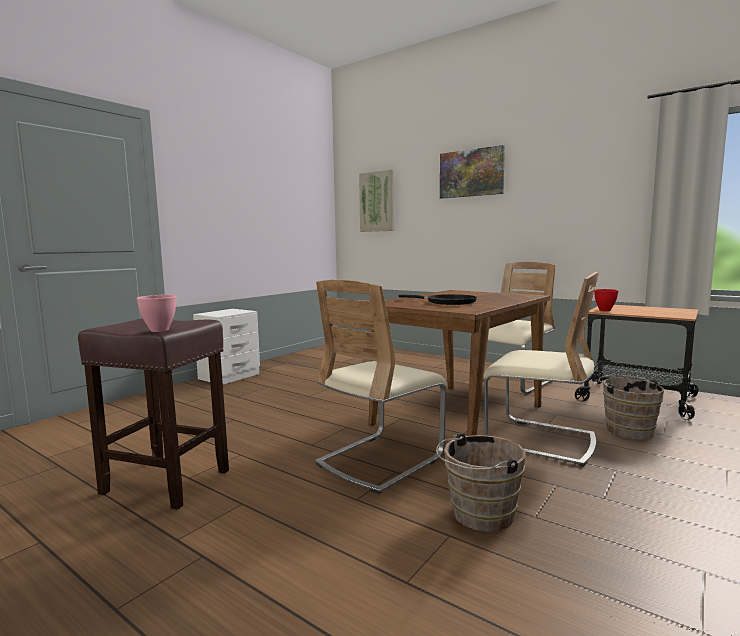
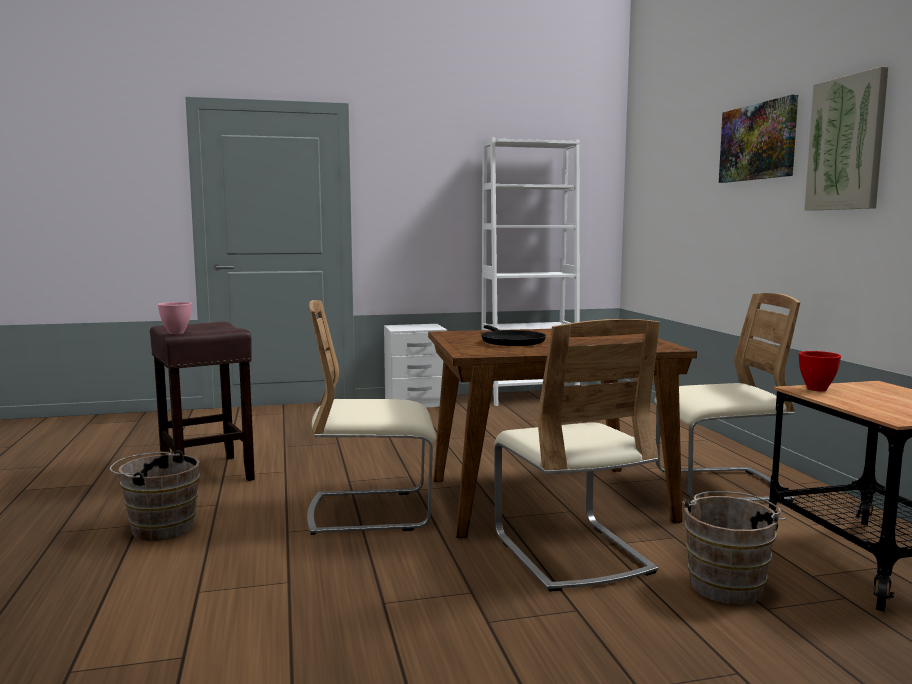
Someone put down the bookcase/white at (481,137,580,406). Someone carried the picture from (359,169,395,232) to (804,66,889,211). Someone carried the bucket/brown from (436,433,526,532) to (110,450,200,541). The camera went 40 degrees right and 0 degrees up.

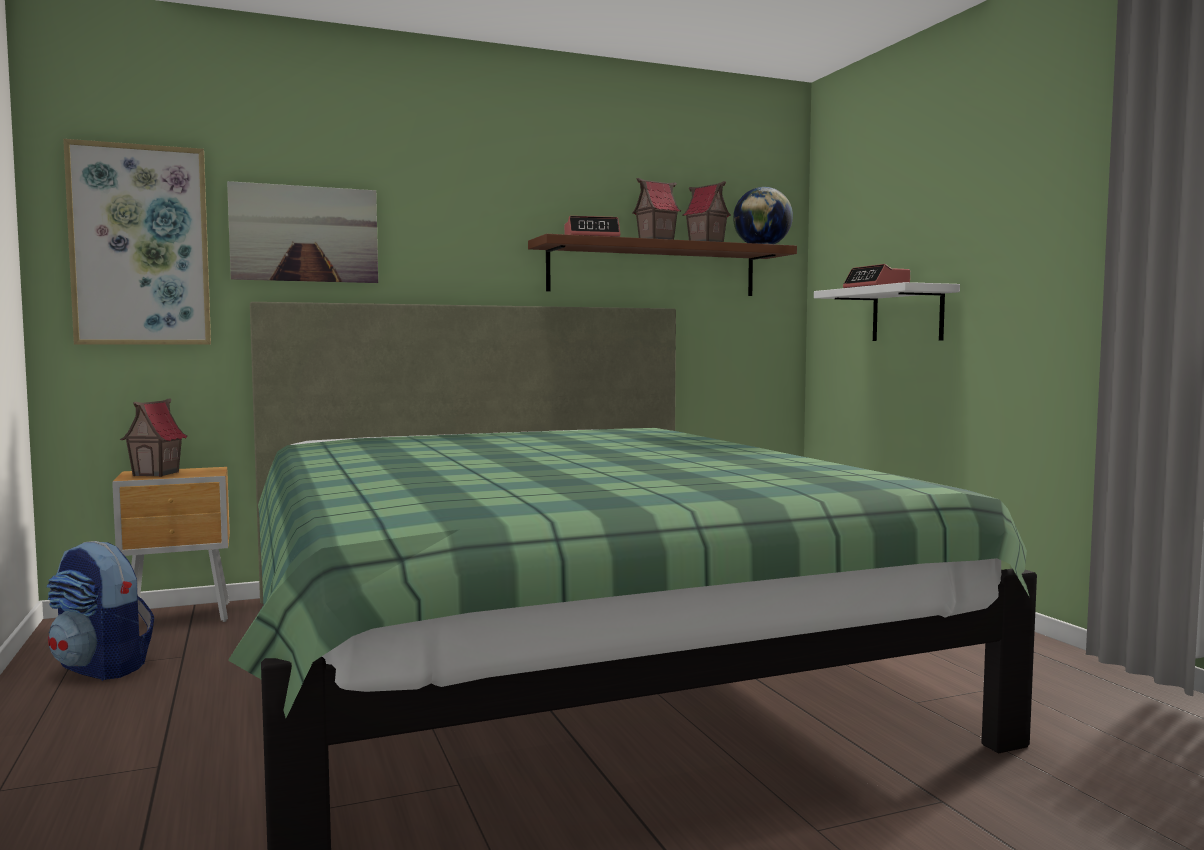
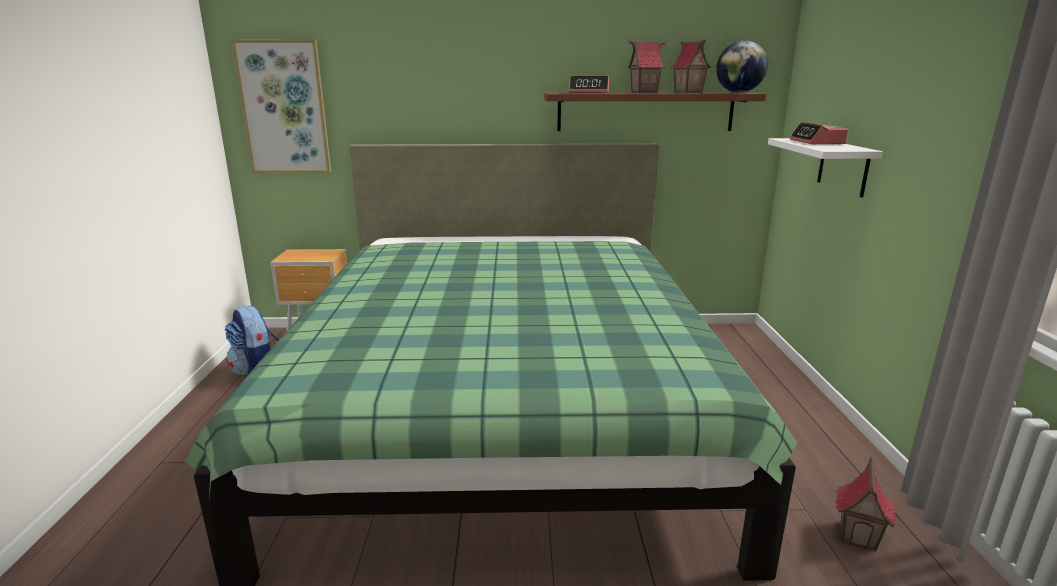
Someone took away the picture at (227,181,378,283). Someone carried the toy house from (120,399,188,477) to (835,457,896,551). The camera went 20 degrees right and 15 degrees up.

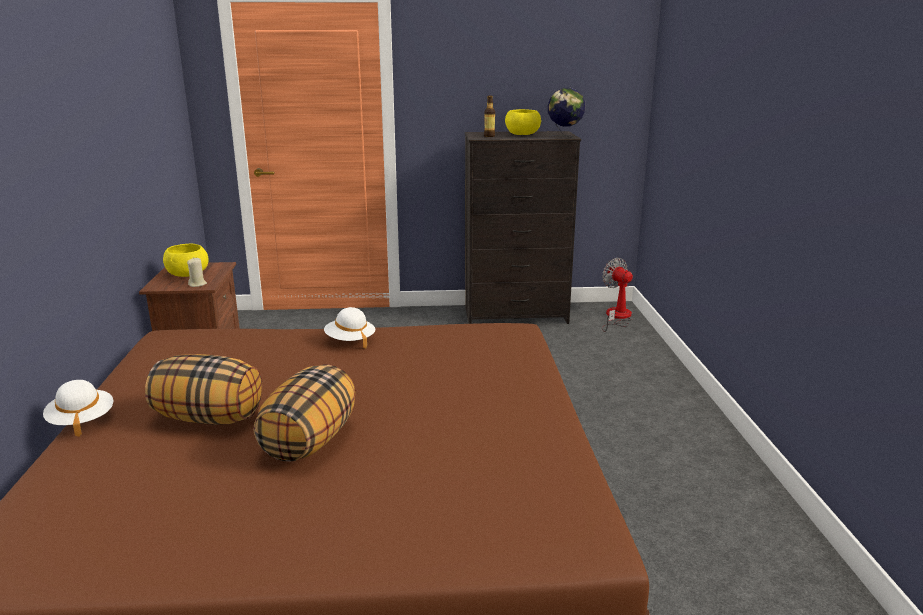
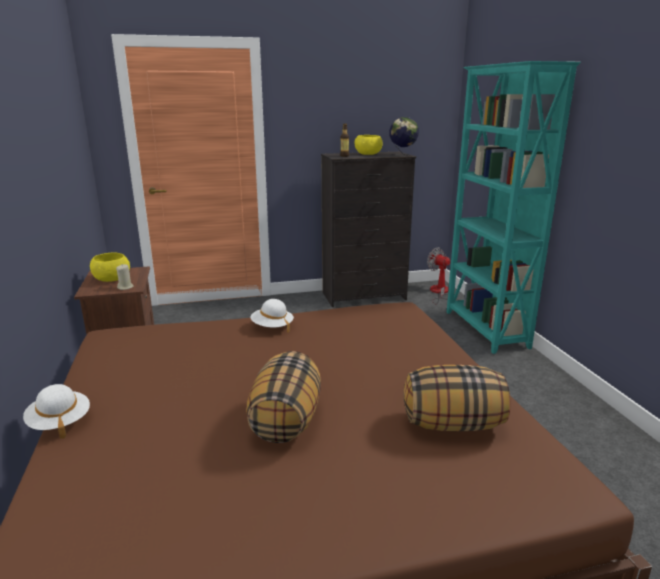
Someone put down the bookcase/turquoise at (446,61,581,354). Someone carried the pillow from (145,354,262,425) to (404,365,511,431). The camera went 10 degrees left and 0 degrees up.

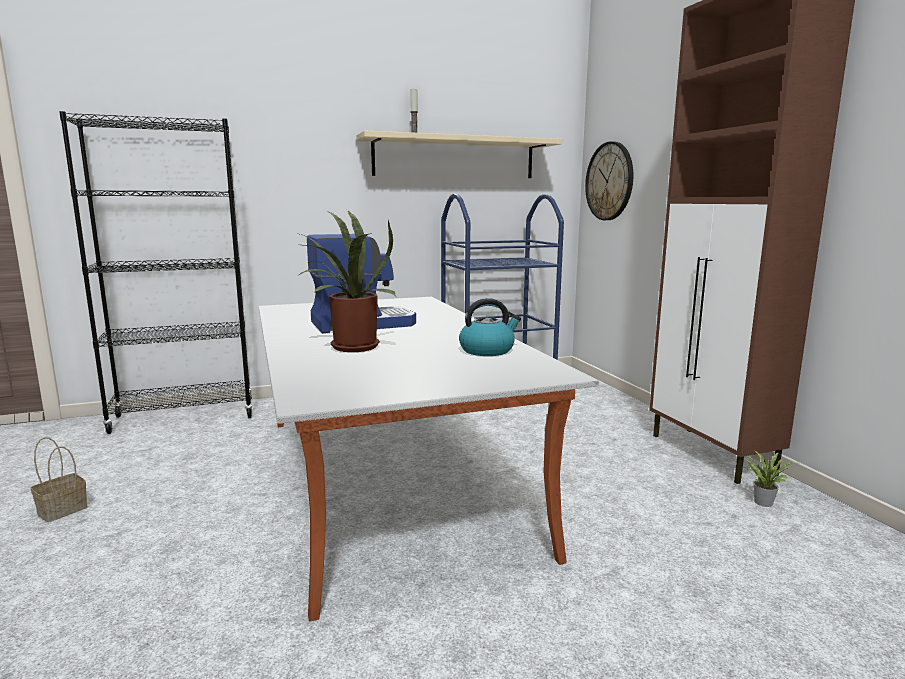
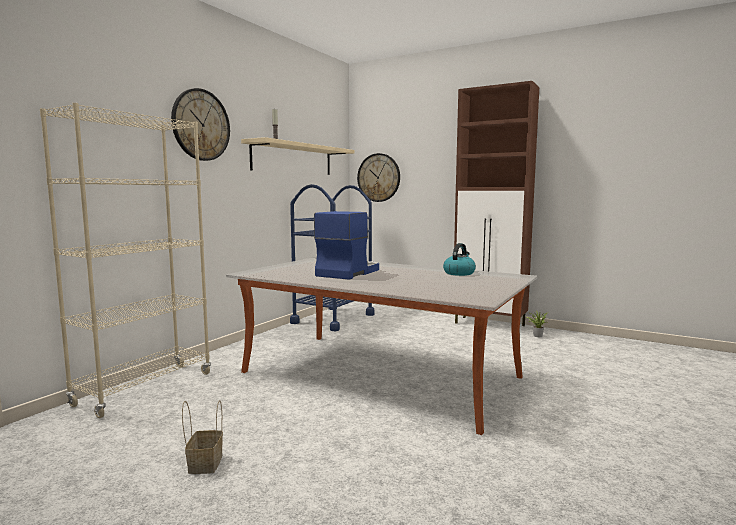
Someone took away the potted plant at (297,210,396,352). Someone put up the wall clock at (171,88,230,161). Someone repainted the bookcase/black at (59,111,253,434), which became the bookcase/beige at (40,103,211,418). The camera went 40 degrees left and 5 degrees down.

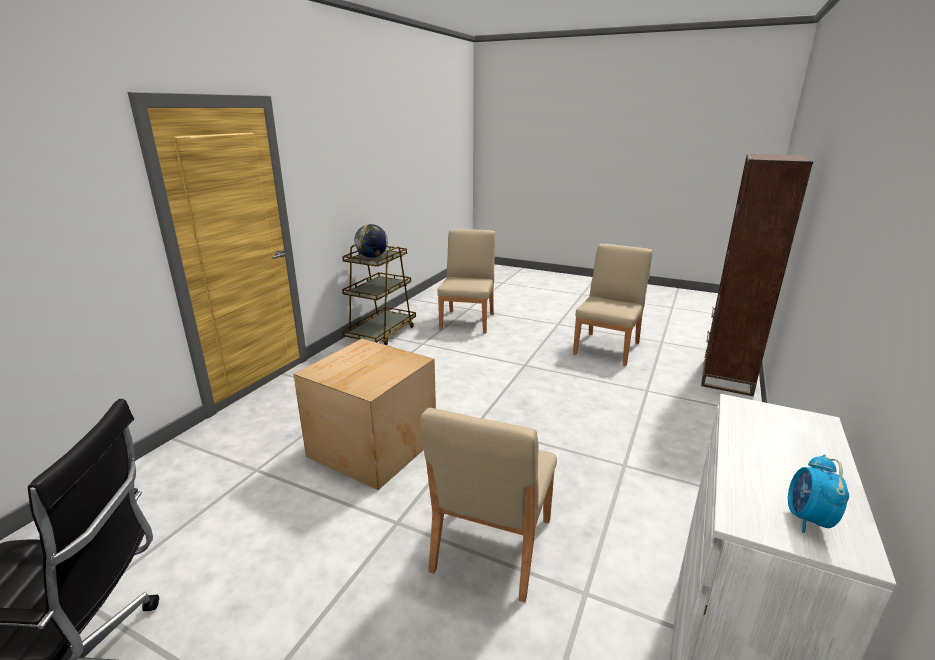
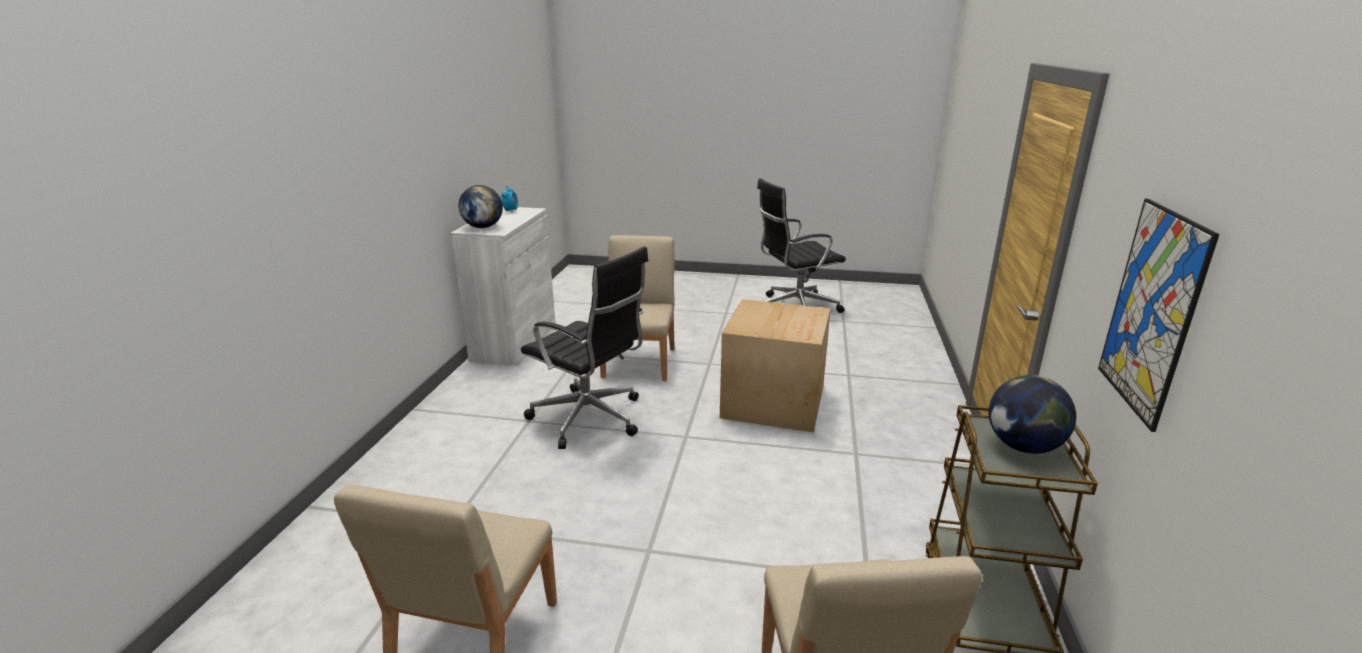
Someone took away the bookcase/brown at (701,153,813,396). Someone put down the globe at (458,185,503,228). Someone put down the office chair/black at (521,246,649,449). Someone put up the picture at (1098,199,1219,432). The camera went 165 degrees right and 0 degrees up.

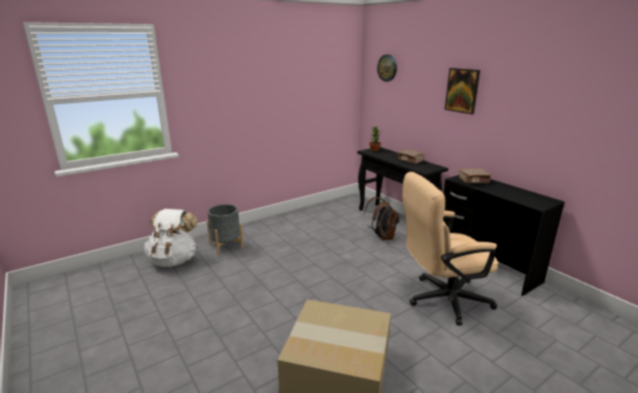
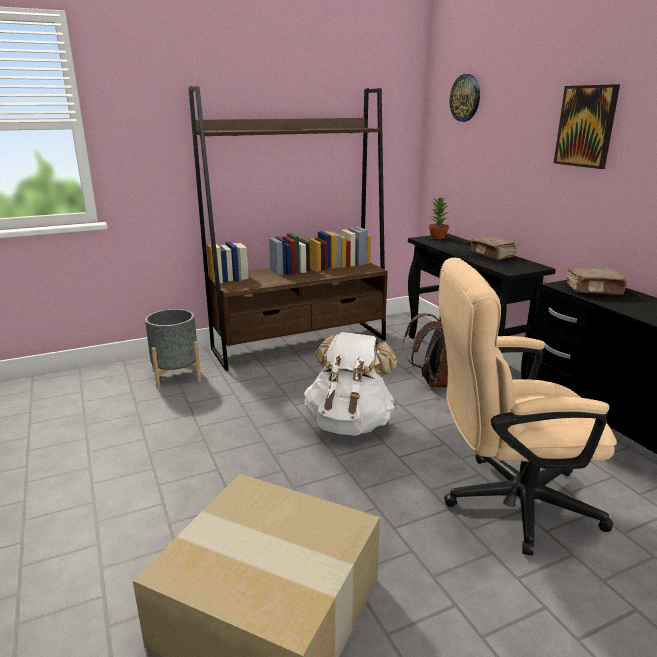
Someone put down the bookcase/brown at (188,86,388,371). Someone carried the backpack/white from (144,209,198,267) to (304,332,397,436). The camera went 10 degrees right and 0 degrees up.

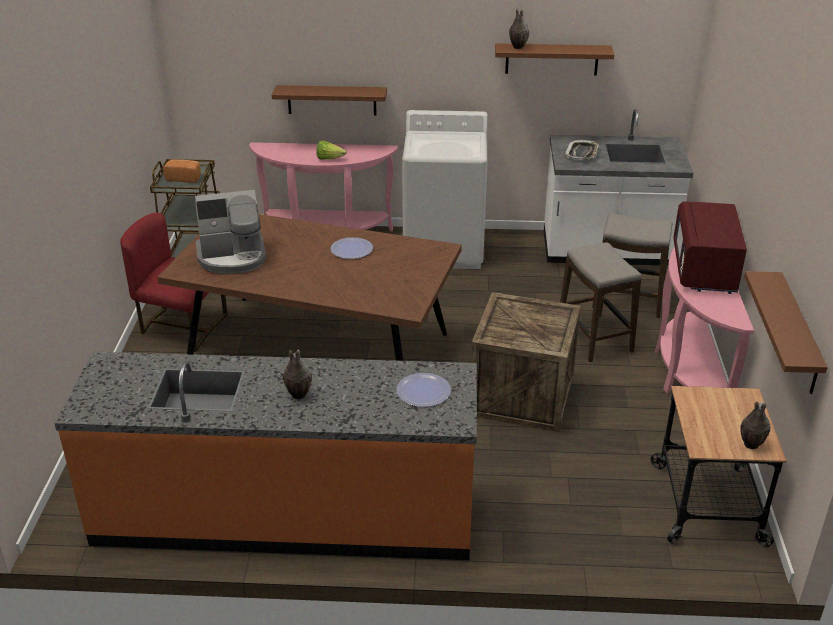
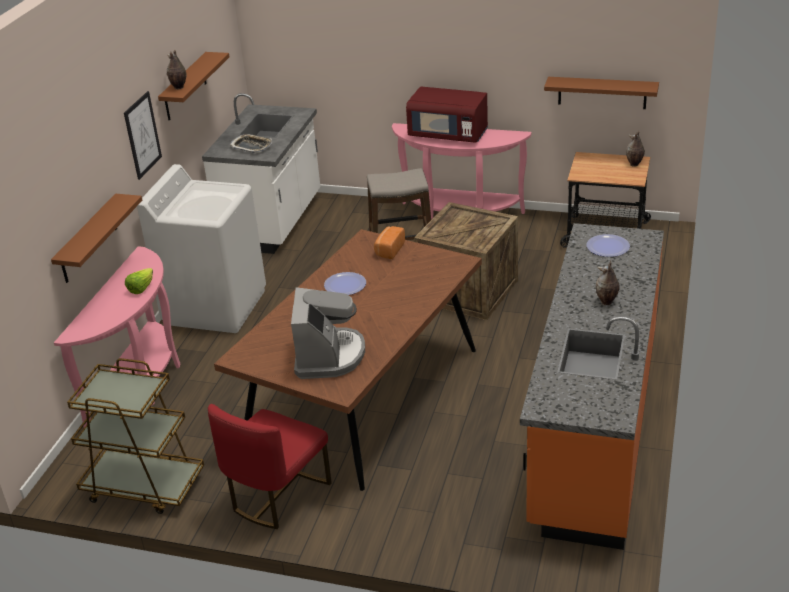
Someone took away the stool at (592,213,672,318). Someone put up the picture at (124,91,162,180). Someone carried the bread from (163,160,201,183) to (374,226,405,259). The camera went 75 degrees left and 0 degrees up.

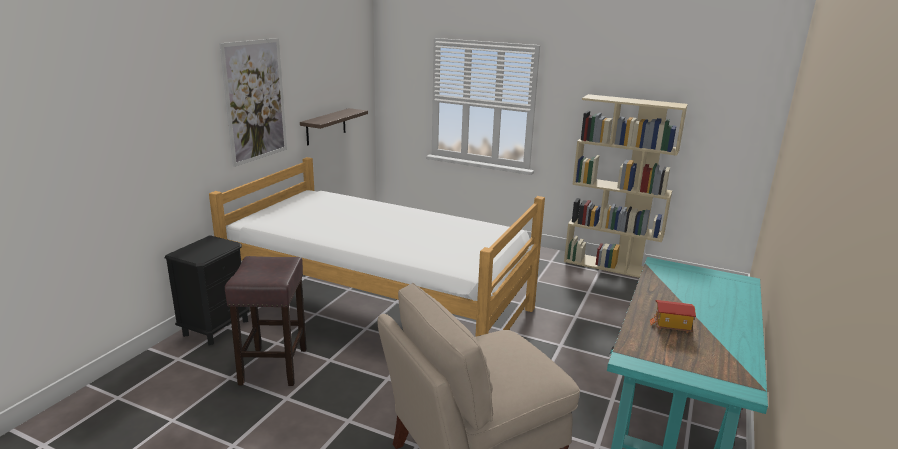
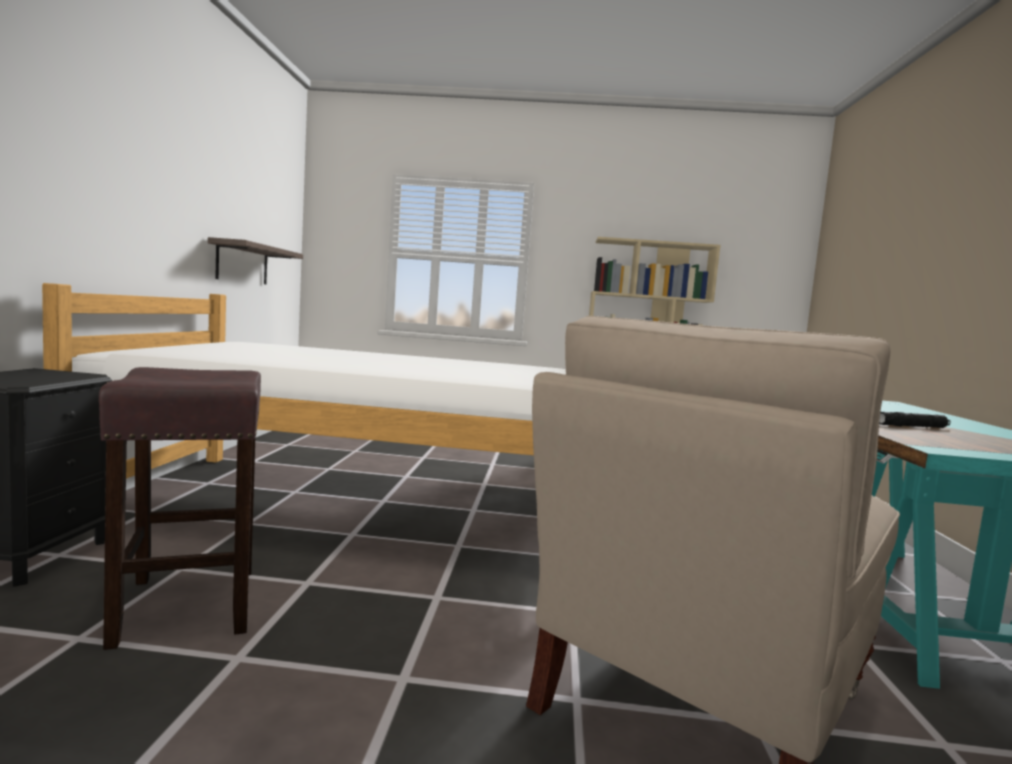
Someone took away the picture at (219,38,287,167). Someone swapped the toy house at (649,300,696,333) for the flashlight/black at (879,412,951,428). The camera went 20 degrees left and 15 degrees down.

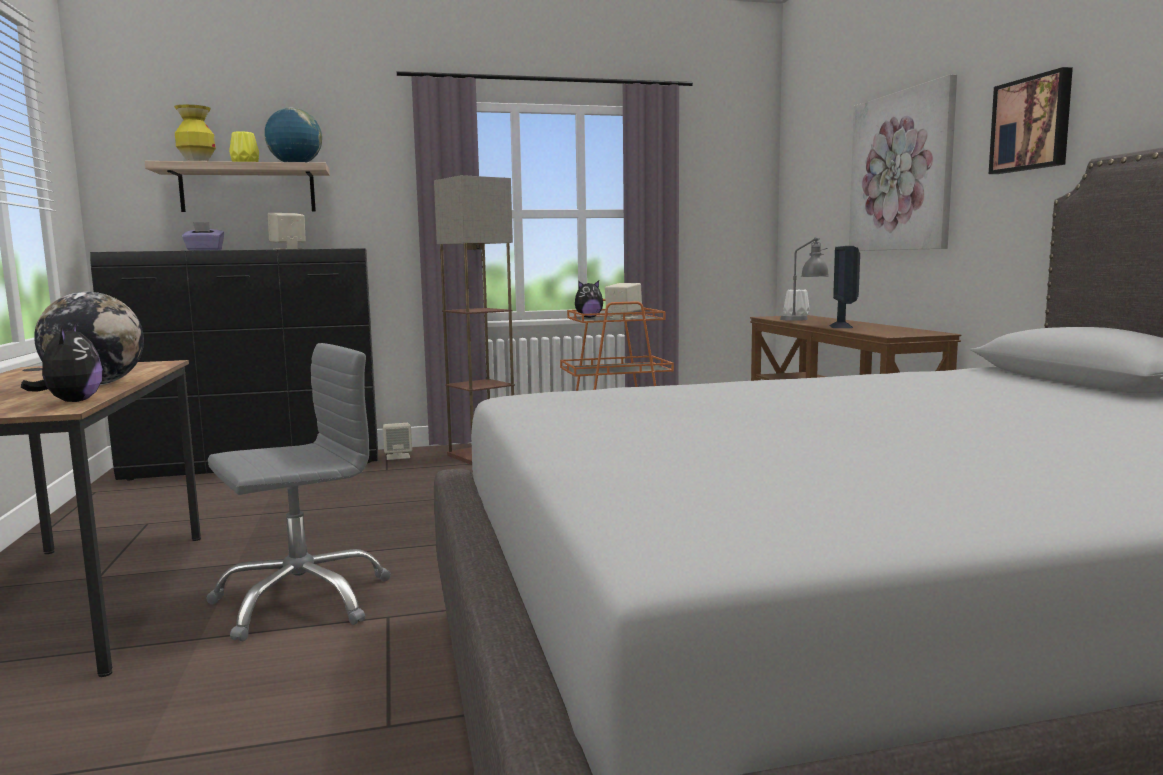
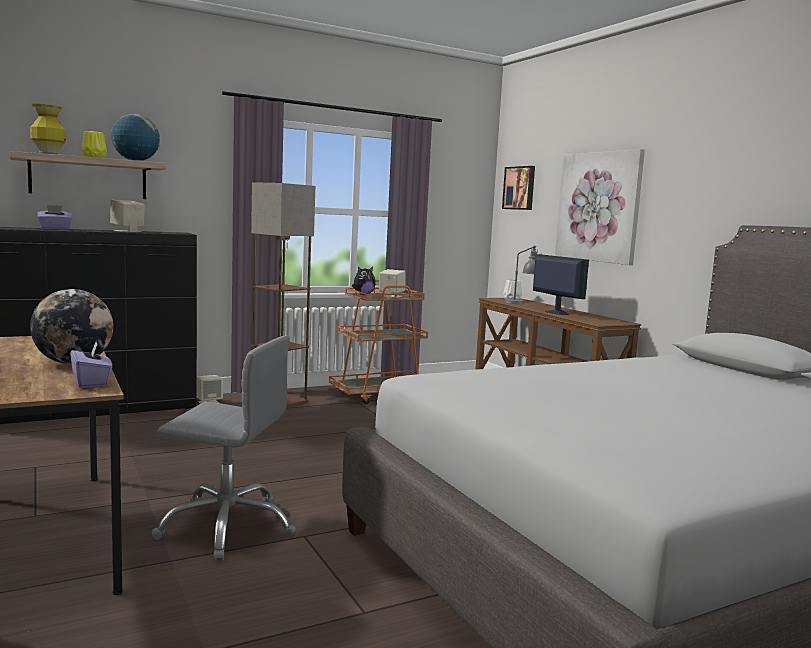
Someone carried the picture from (989,67,1073,174) to (502,166,535,210). Someone swapped the plush toy at (21,323,103,402) for the tissue box/purple at (70,342,112,388). Someone rotated the office chair/grey at (206,343,391,641) by 60 degrees clockwise. Someone rotated the monitor at (829,246,860,328) by 150 degrees clockwise. The camera went 15 degrees left and 0 degrees up.

